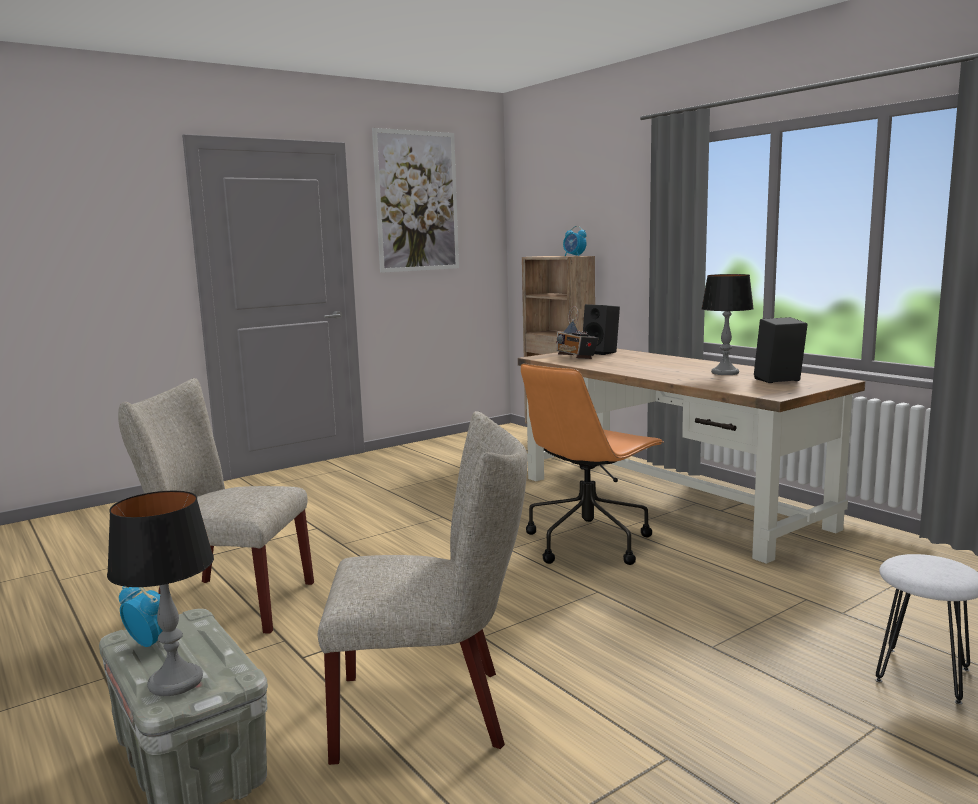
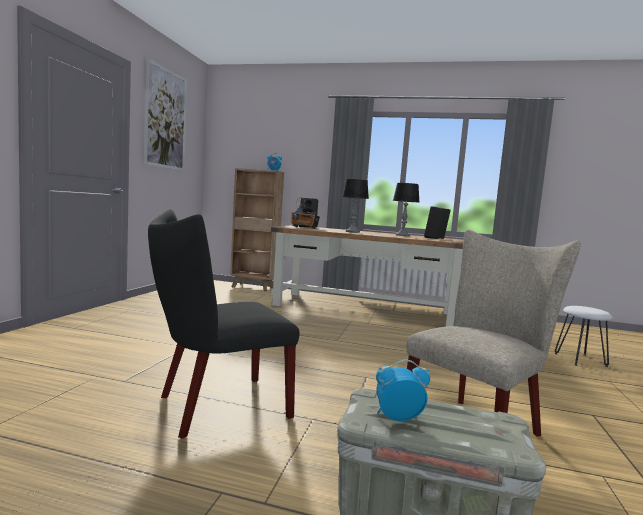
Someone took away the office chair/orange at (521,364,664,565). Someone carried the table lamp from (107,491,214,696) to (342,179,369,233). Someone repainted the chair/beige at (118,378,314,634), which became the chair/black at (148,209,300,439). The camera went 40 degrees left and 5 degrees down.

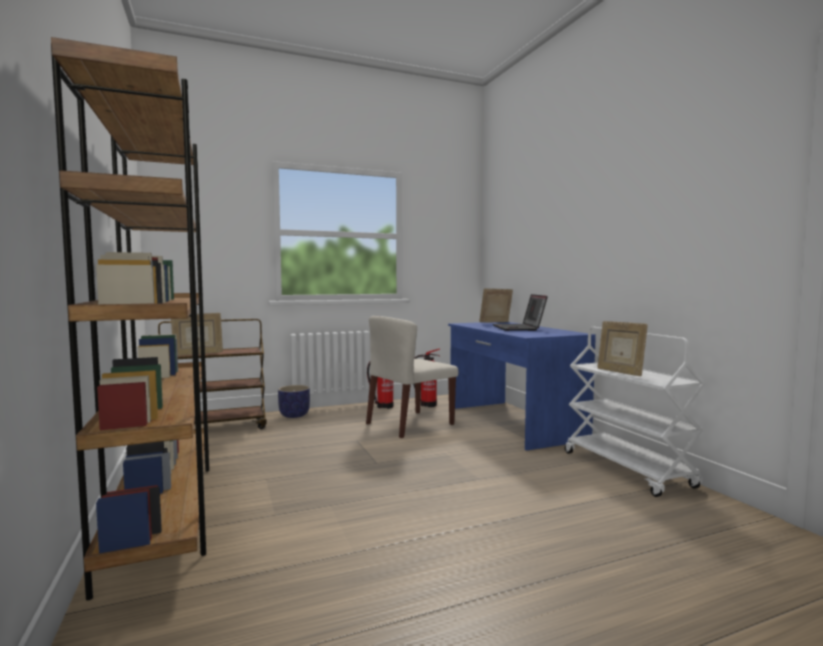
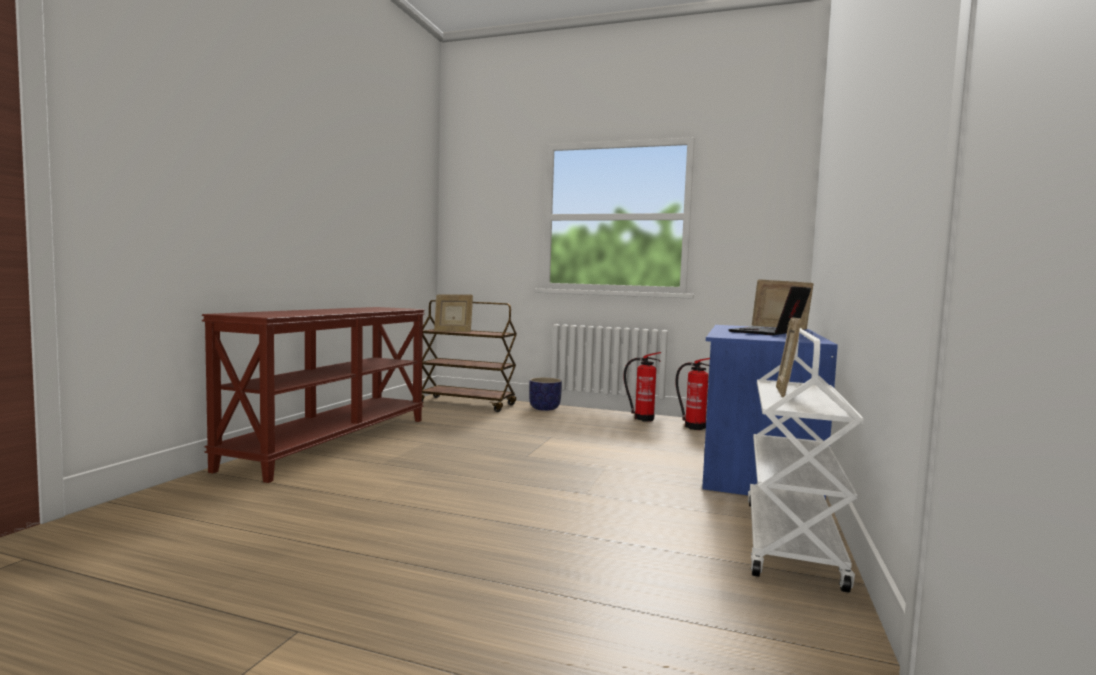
Someone took away the chair/beige at (366,316,458,438). Someone swapped the bookcase/brown at (51,37,209,600) for the console table/brown at (202,307,425,483). The camera went 40 degrees right and 0 degrees up.

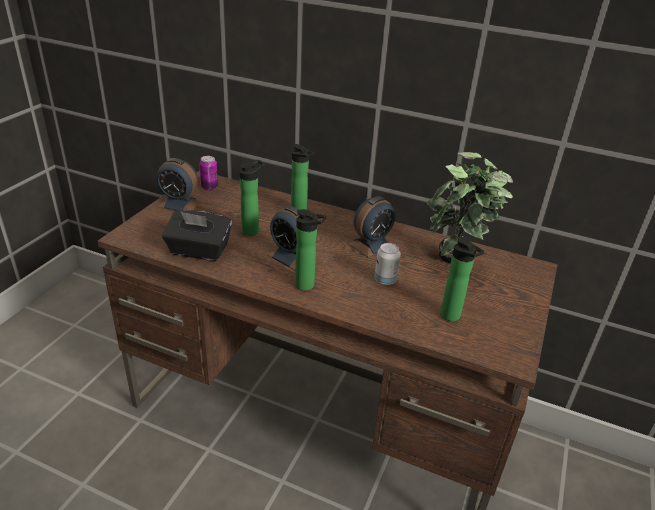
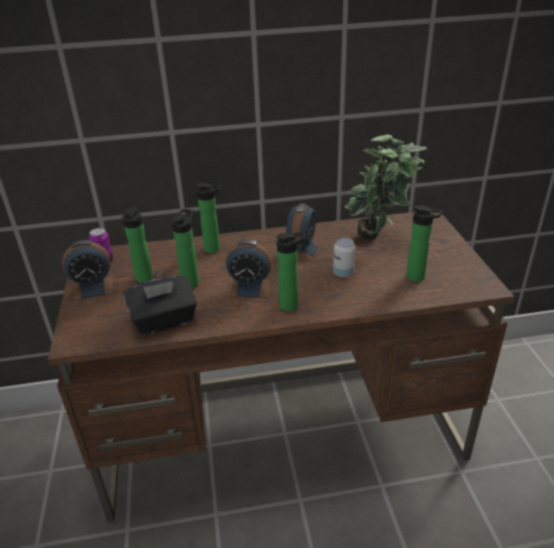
Someone put down the bottle at (120,207,153,283). The camera went 30 degrees left and 0 degrees up.

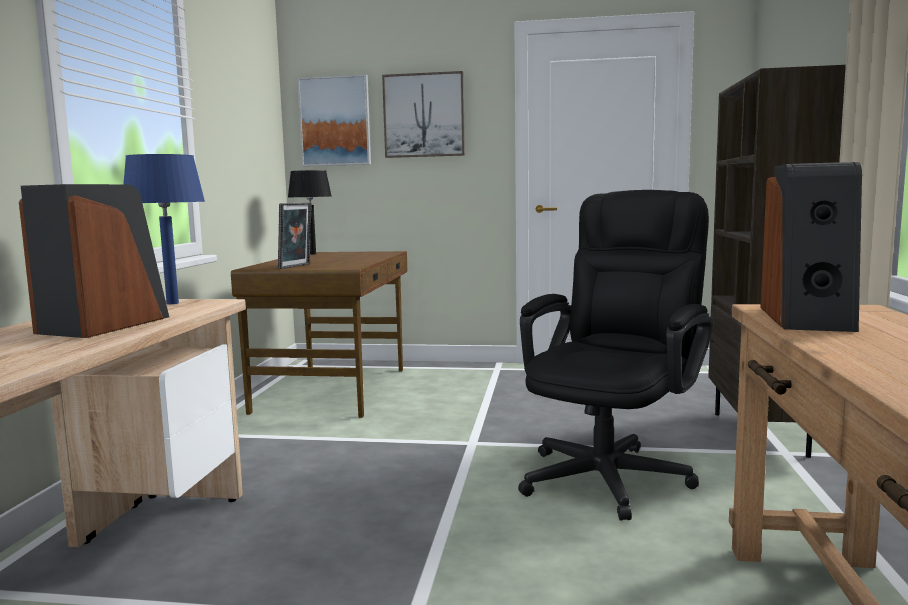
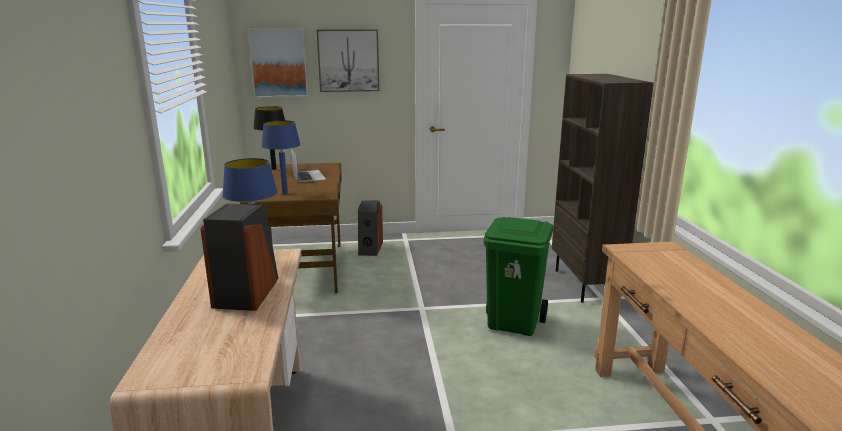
Someone put down the laptop at (291,149,326,182). Someone carried the speaker from (760,162,862,332) to (358,200,383,256). Someone swapped the picture frame at (278,202,312,269) for the table lamp/blue at (261,120,301,194). Someone swapped the office chair/black at (518,190,714,521) for the trash can/green at (484,217,553,336). The camera went 15 degrees left and 10 degrees up.

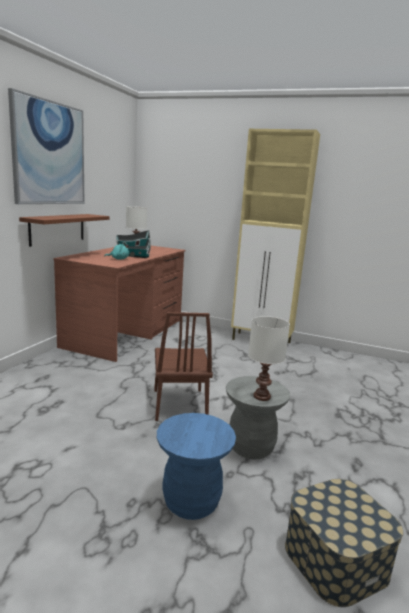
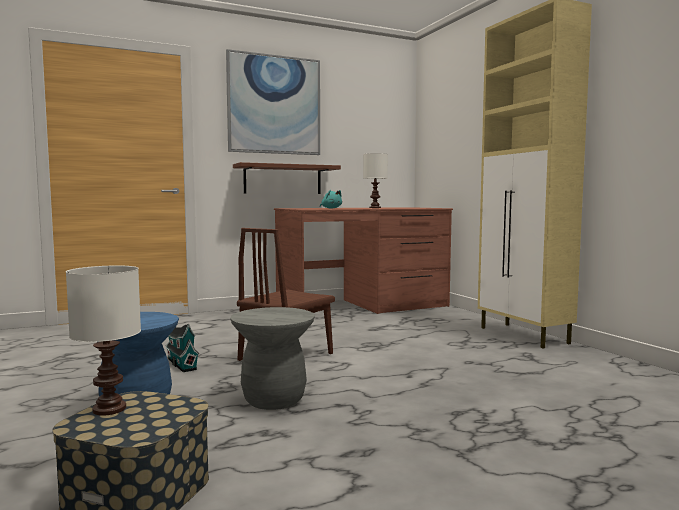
Someone carried the toy house from (116,230,151,258) to (165,323,200,372). Someone carried the table lamp/white from (248,316,290,401) to (66,266,141,416). The camera went 45 degrees right and 10 degrees down.

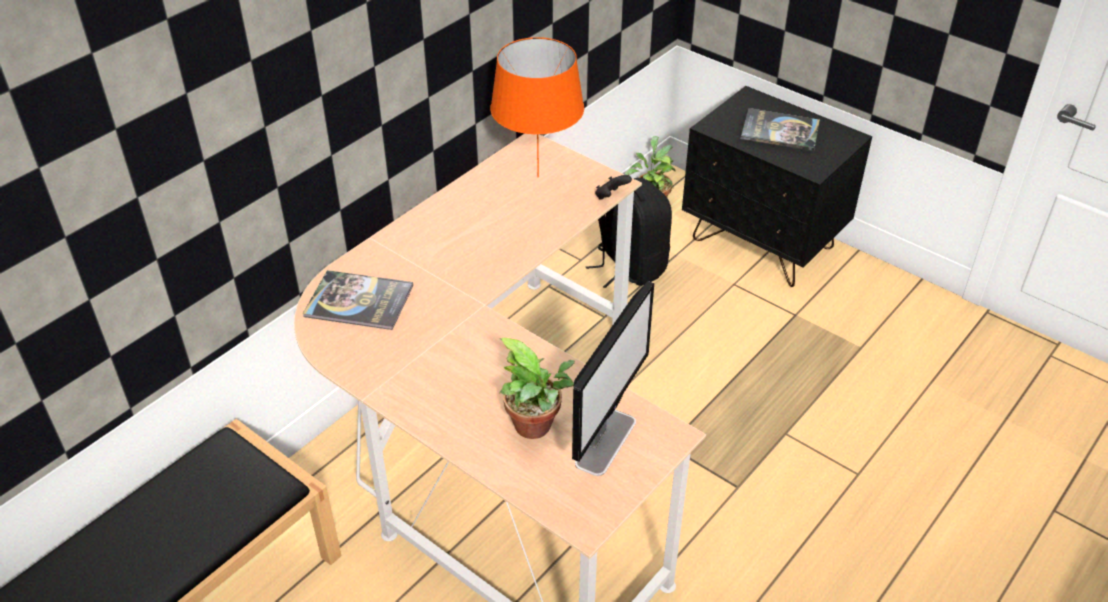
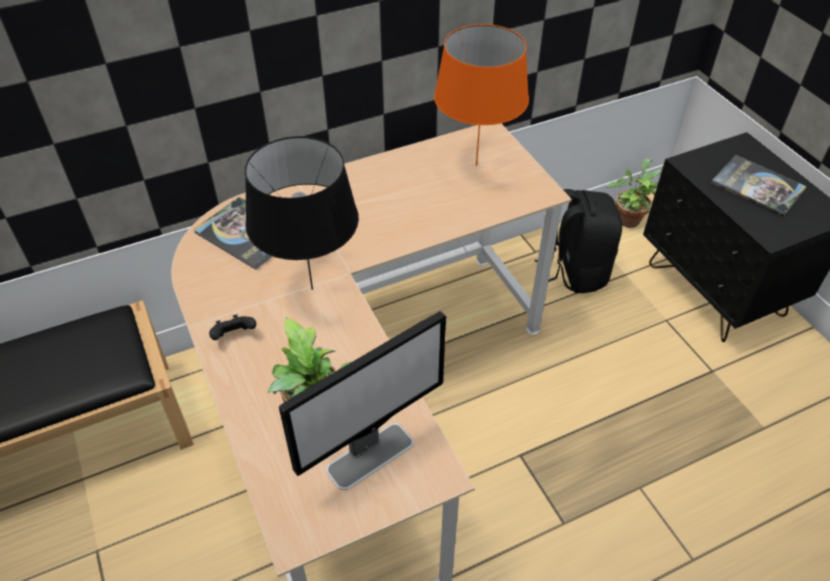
Someone put down the table lamp/black at (245,136,359,290). Someone carried the game controller/black from (595,175,632,200) to (209,315,256,340). The camera went 25 degrees right and 5 degrees up.

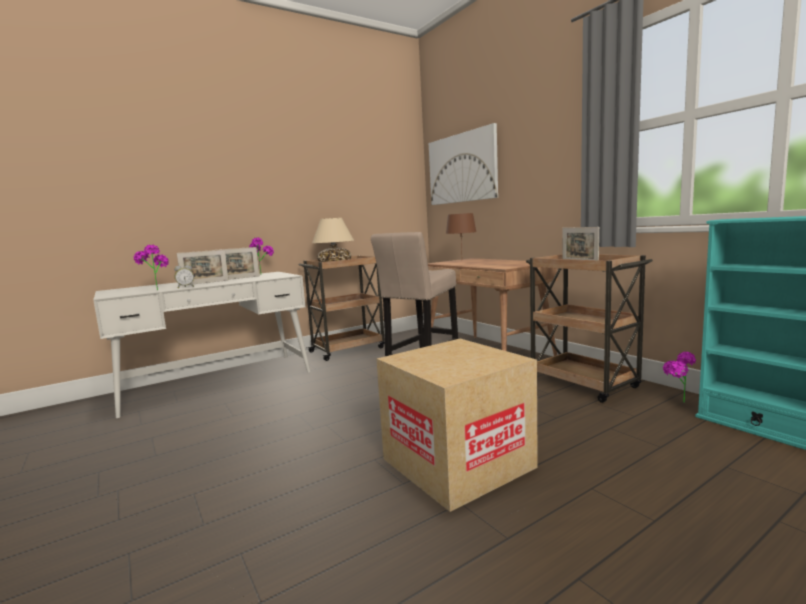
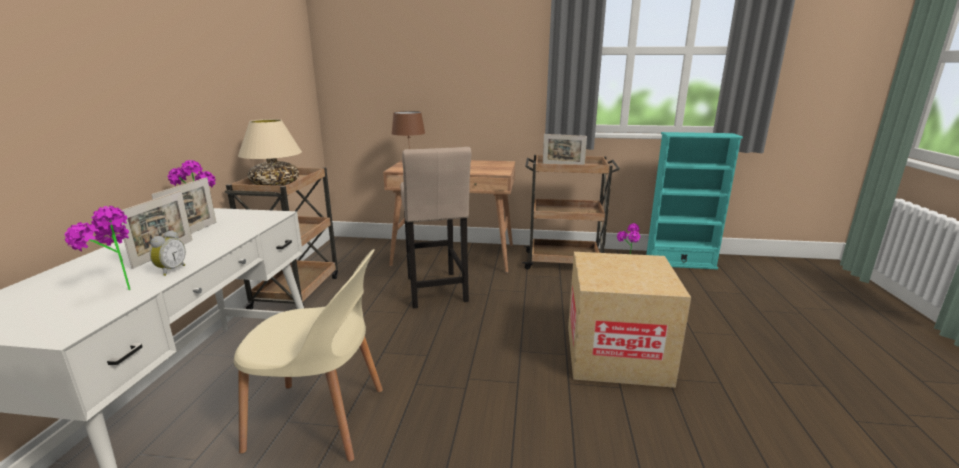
Someone took away the picture at (429,123,498,205). Someone put down the chair/beige at (234,249,383,462). The camera went 50 degrees left and 10 degrees up.

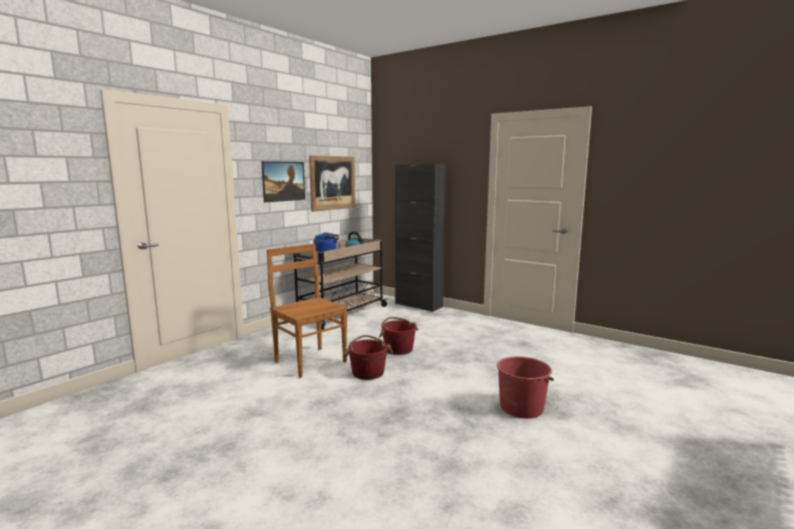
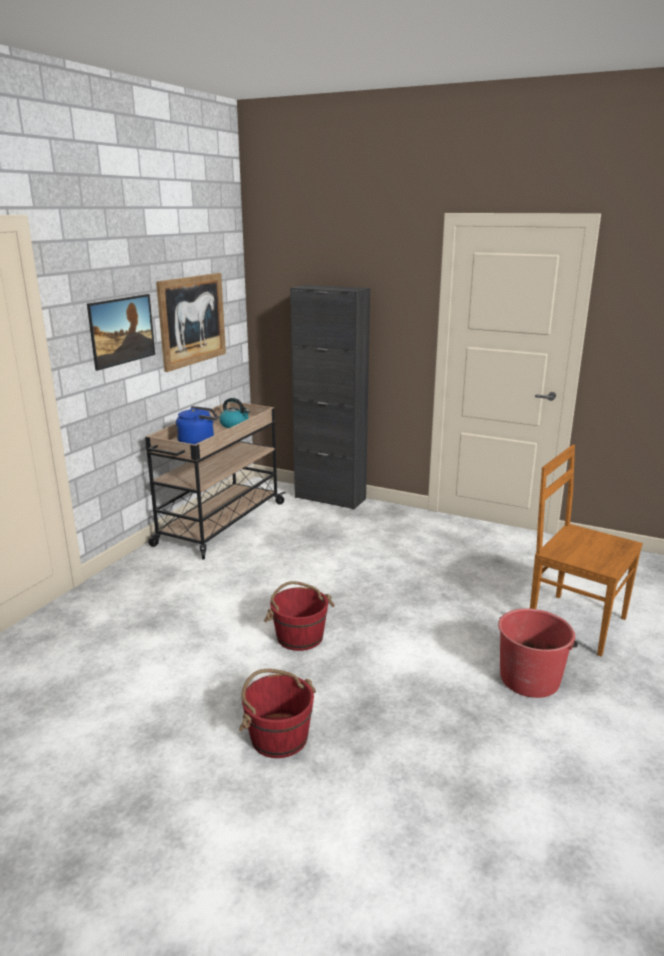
Someone carried the chair/brown from (267,244,348,378) to (530,445,643,657). Someone carried the bucket/red from (379,317,418,355) to (239,669,316,758). The camera went 10 degrees left and 10 degrees up.

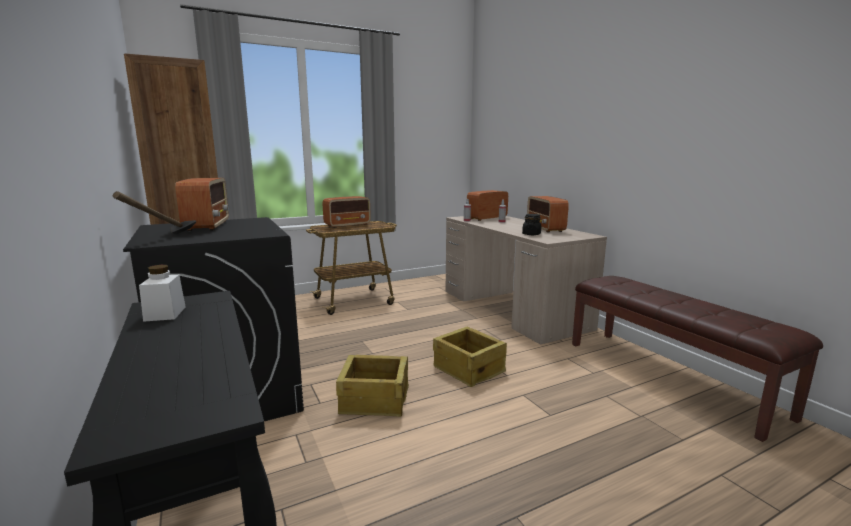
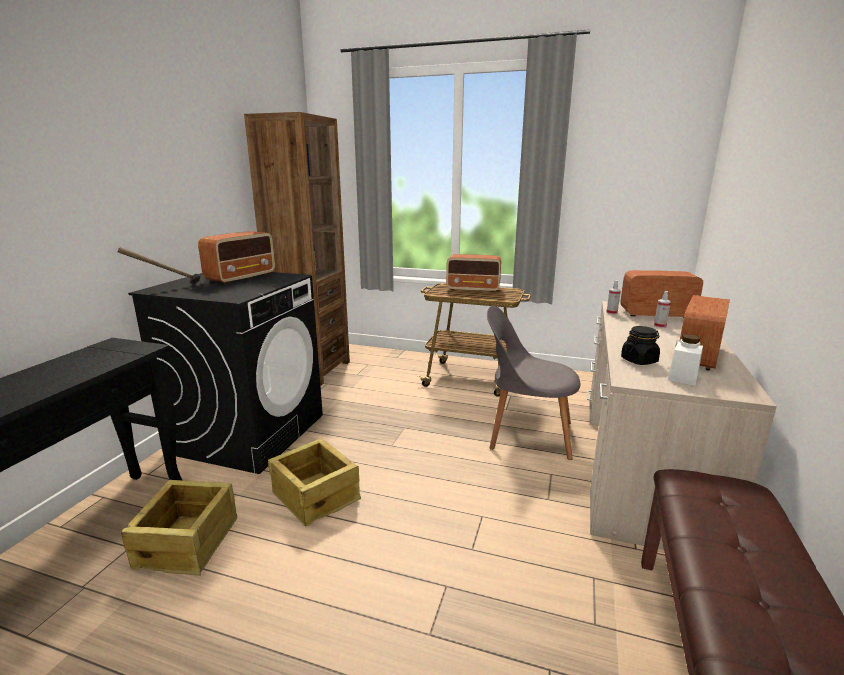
Someone put down the chair/grey at (487,305,580,460). Someone carried the jar/white from (139,265,186,322) to (668,334,703,386). Someone carried the crate from (433,327,507,387) to (121,480,237,576). The camera went 45 degrees right and 5 degrees up.

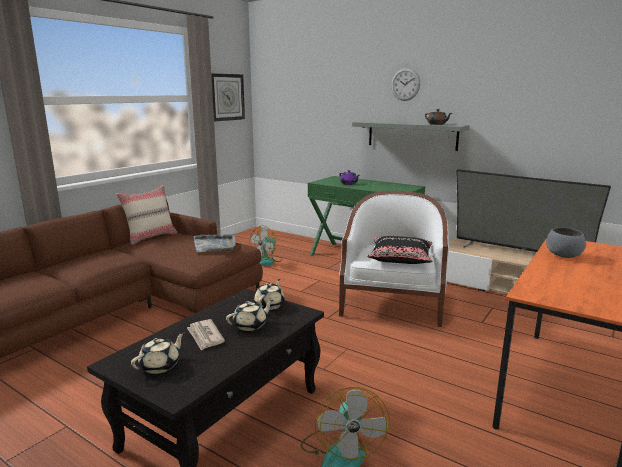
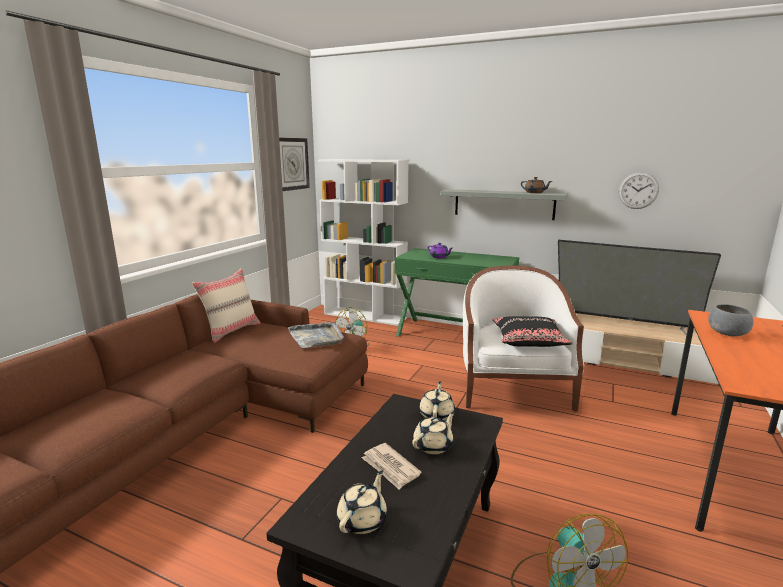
Someone put down the bookcase/white at (318,159,409,326). Someone carried the wall clock from (391,68,420,101) to (619,172,659,209). The camera went 10 degrees left and 0 degrees up.

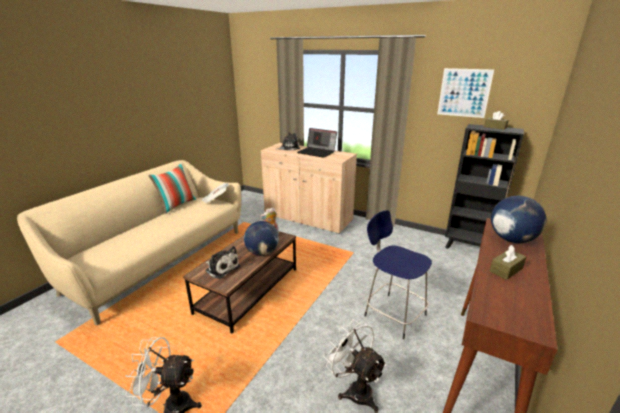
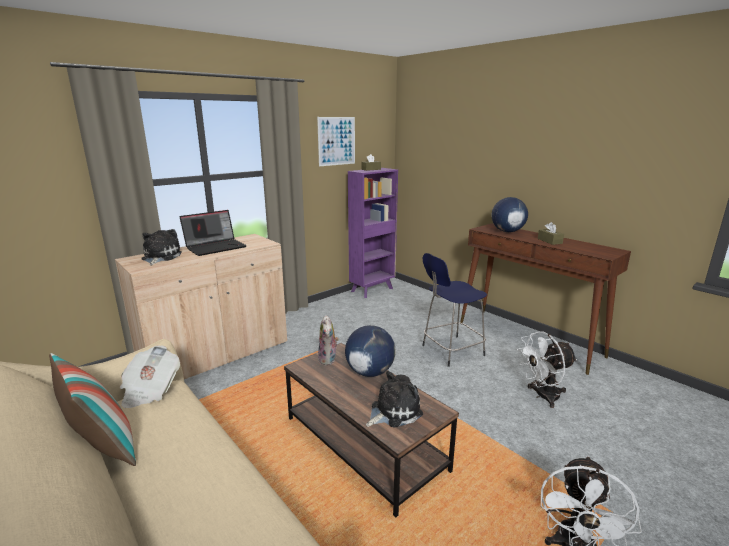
Someone repainted the bookcase/black at (445,124,524,248), which became the bookcase/purple at (348,168,398,298). The camera went 70 degrees left and 5 degrees down.

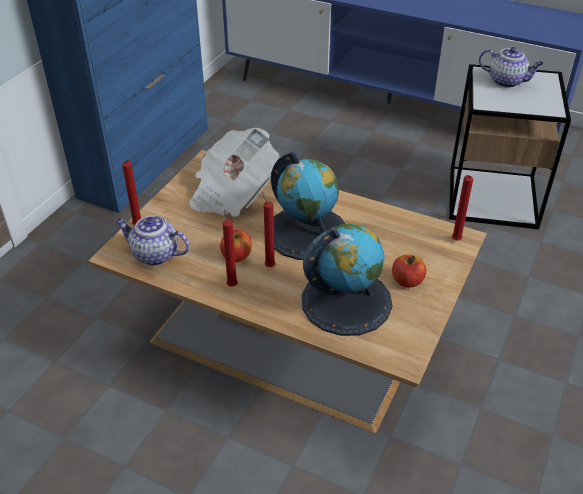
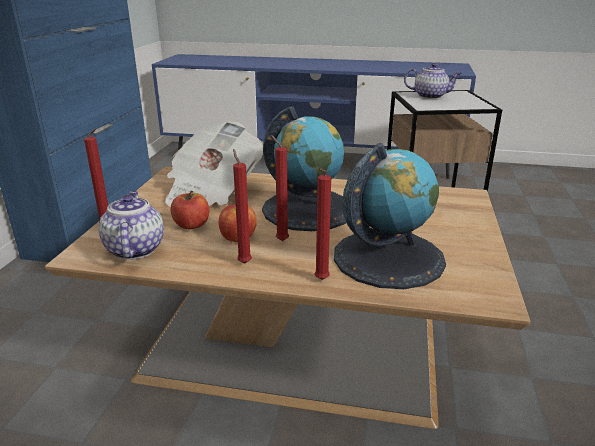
Someone carried the apple from (392,254,426,288) to (171,191,209,229). Someone carried the candle/red from (452,175,473,240) to (314,168,331,280). Someone rotated the teapot at (115,215,190,266) by 75 degrees clockwise. The camera went 15 degrees left and 15 degrees down.

